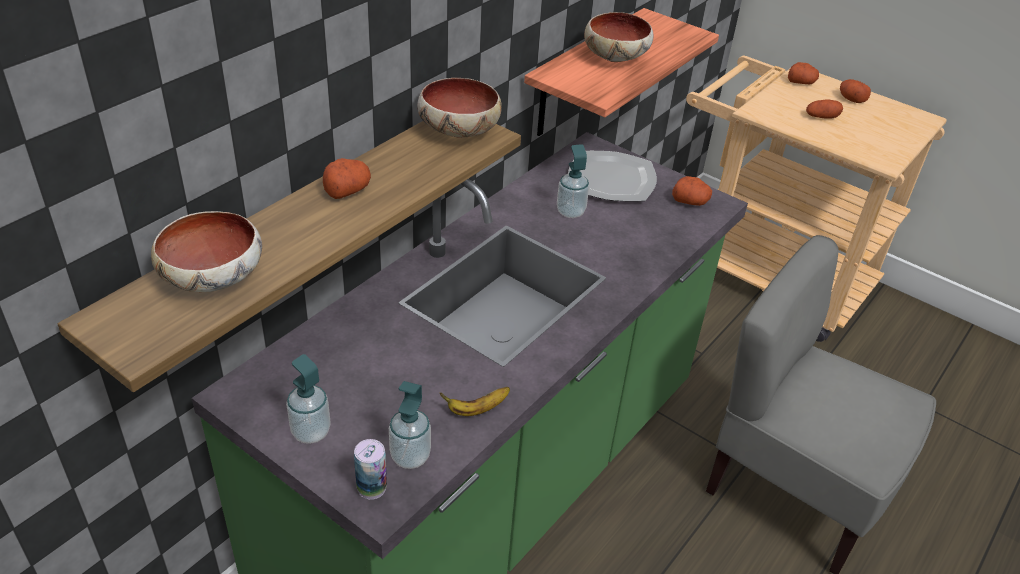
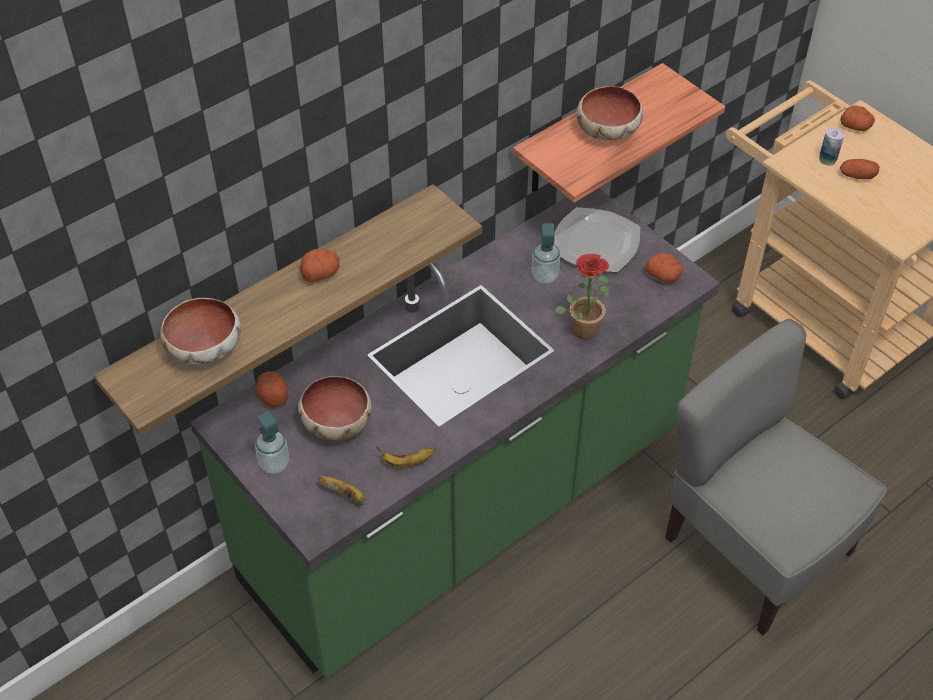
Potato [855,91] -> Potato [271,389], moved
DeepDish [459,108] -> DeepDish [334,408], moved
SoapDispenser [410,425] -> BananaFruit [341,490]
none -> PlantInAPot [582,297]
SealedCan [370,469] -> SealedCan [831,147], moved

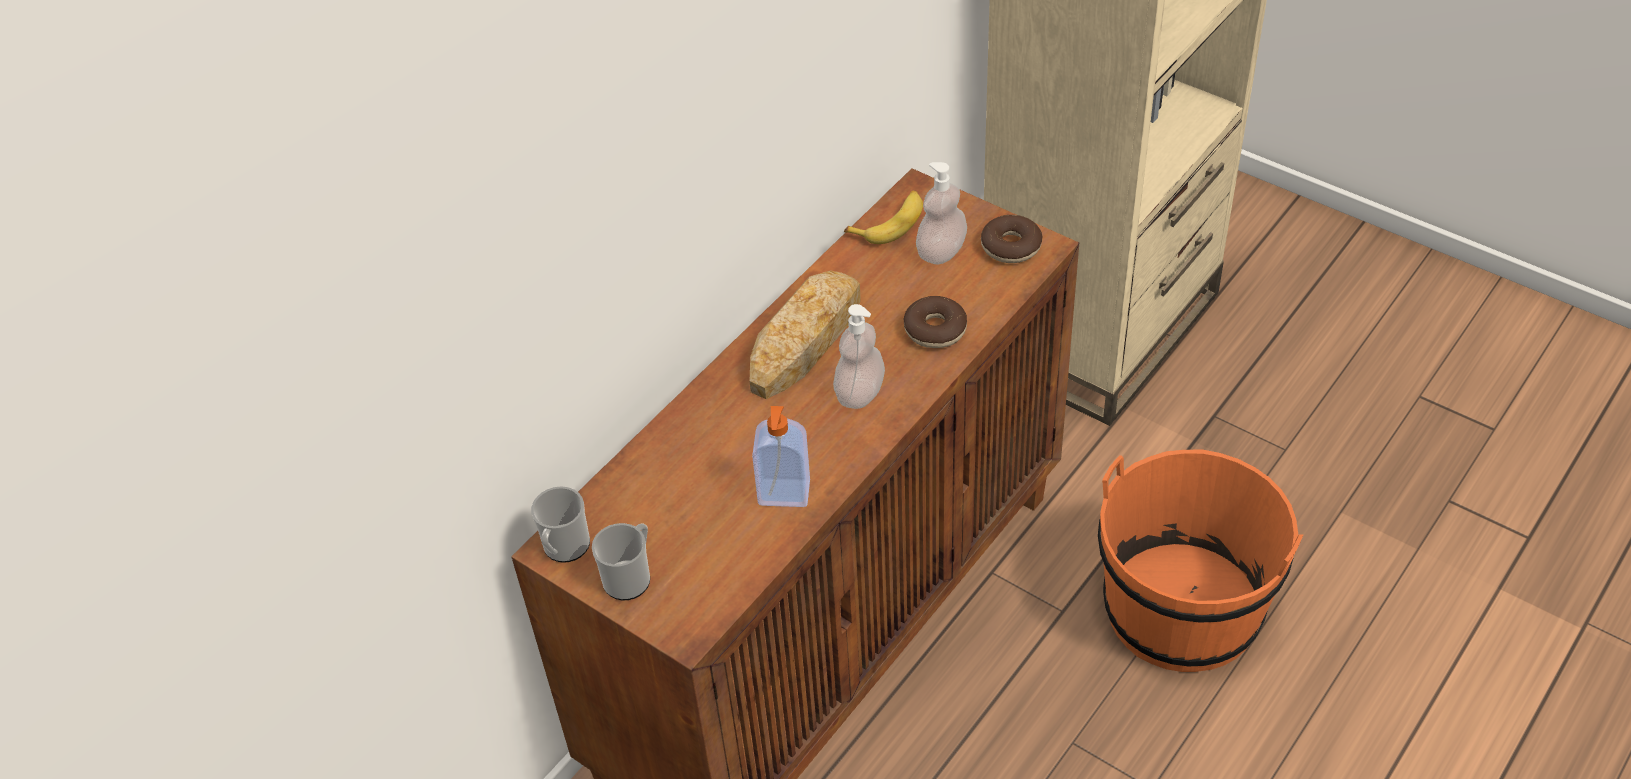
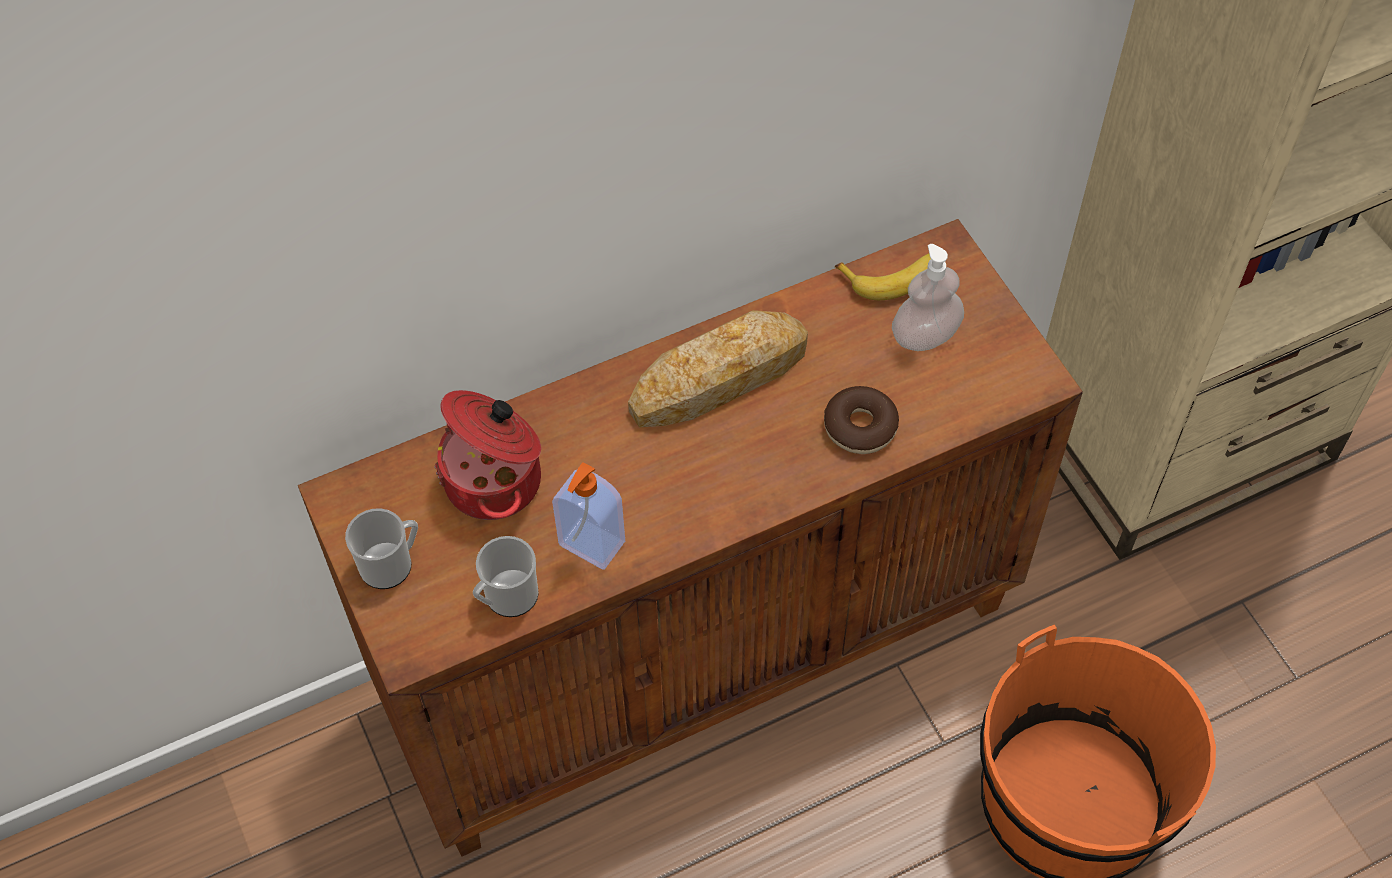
none -> Stockpot [487,455]
TeaMug [560,524] -> TeaMug [506,576], moved
SoapDispenser [859,356] -> none
Doughnut [1011,239] -> none

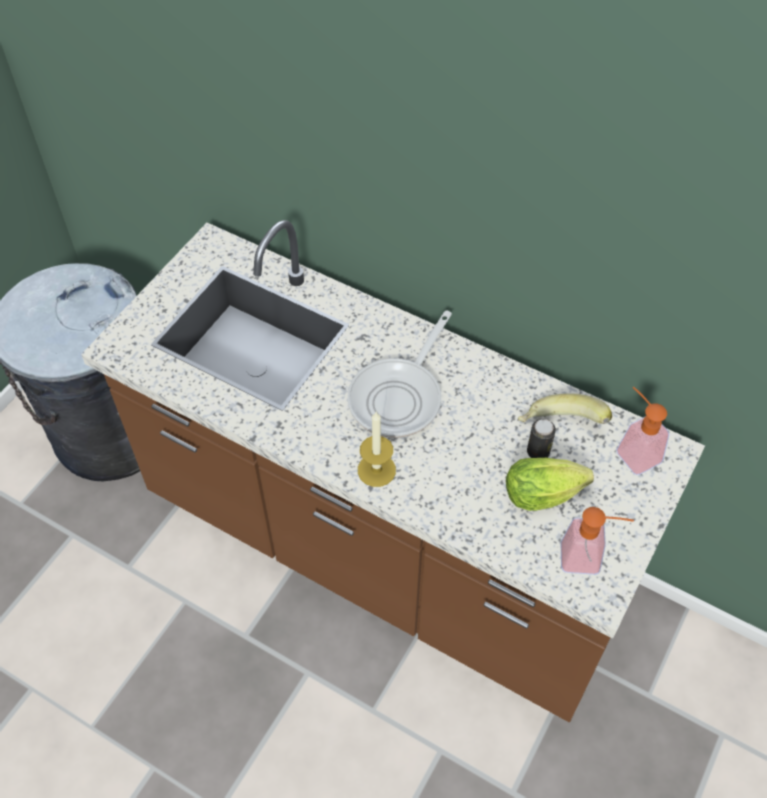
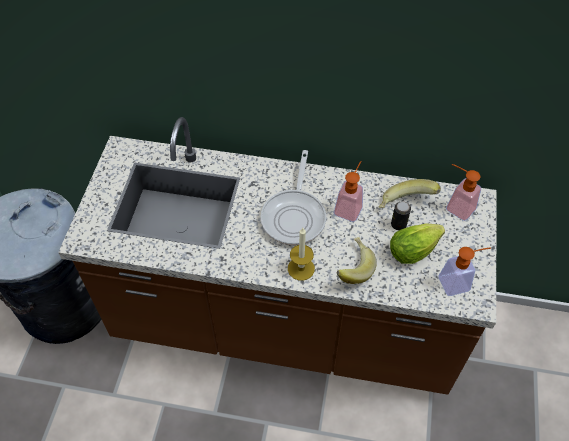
none -> SoapDispenser [348,191]
none -> BananaFruit [356,260]

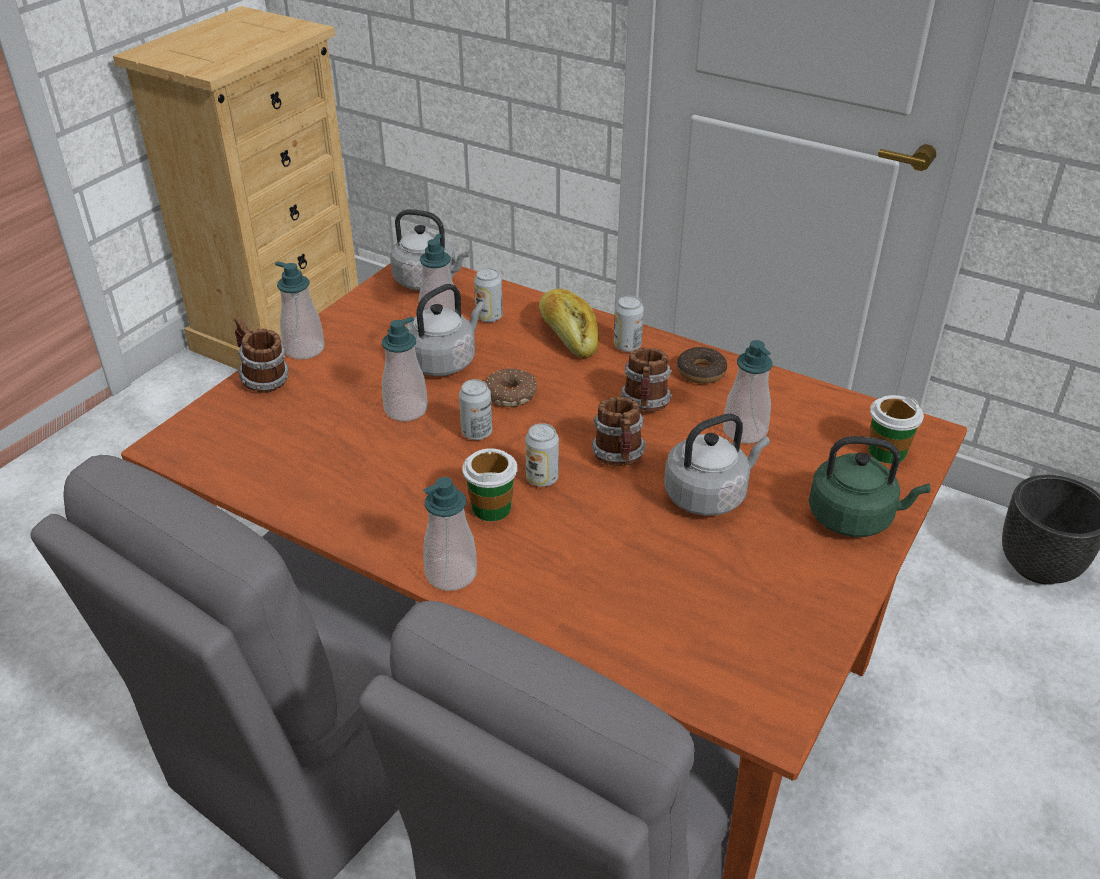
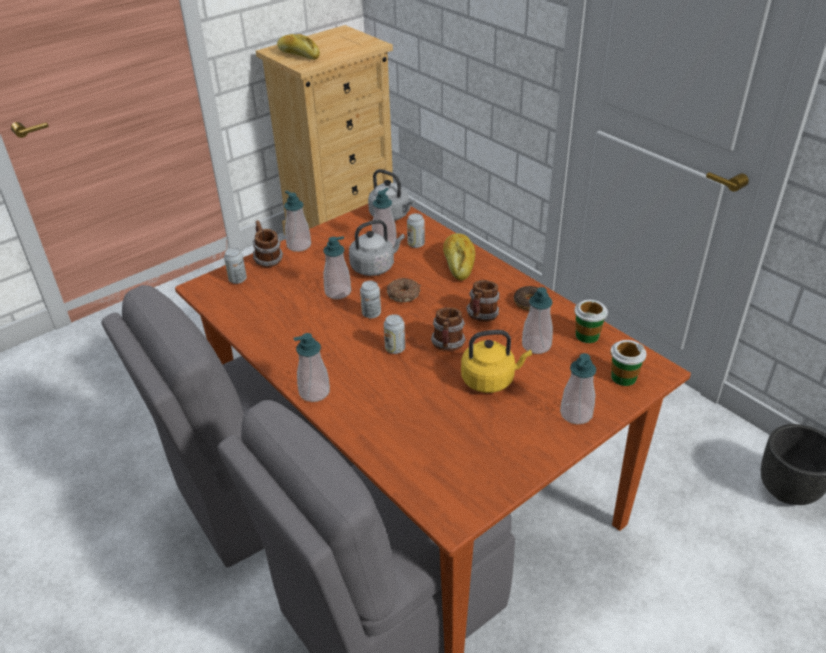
SealedCan [629,324] -> SealedCan [235,266], moved
none -> BakeryBread [298,47]
GreyTeaKettle [717,465] -> YellowTeaKettle [496,361]
GreenTeaKettle [870,486] -> SoapDispenser [578,388]
Cup [489,484] -> Cup [591,321], moved

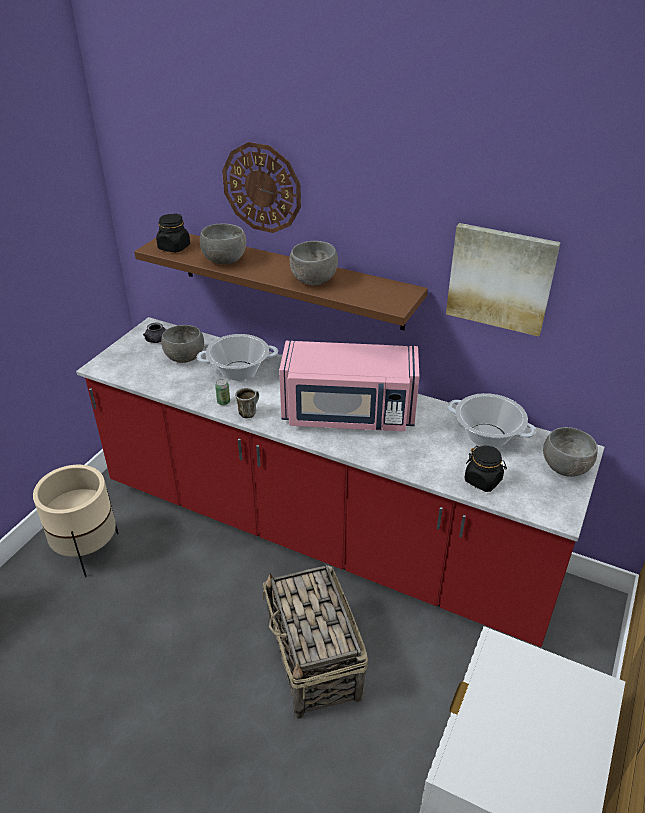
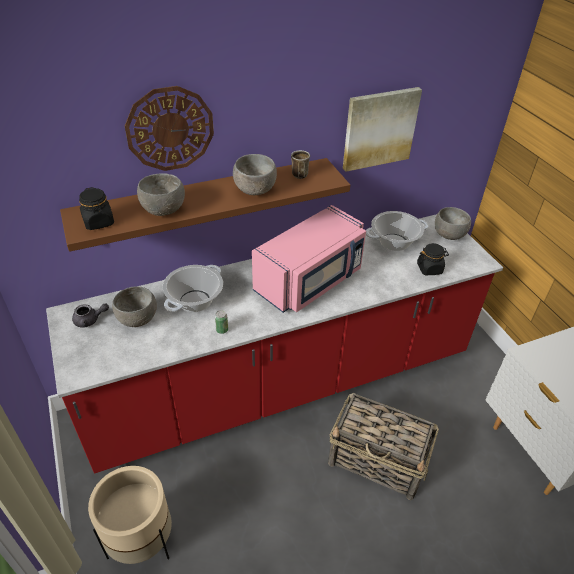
TeaMug [247,403] -> TeaMug [300,164], moved

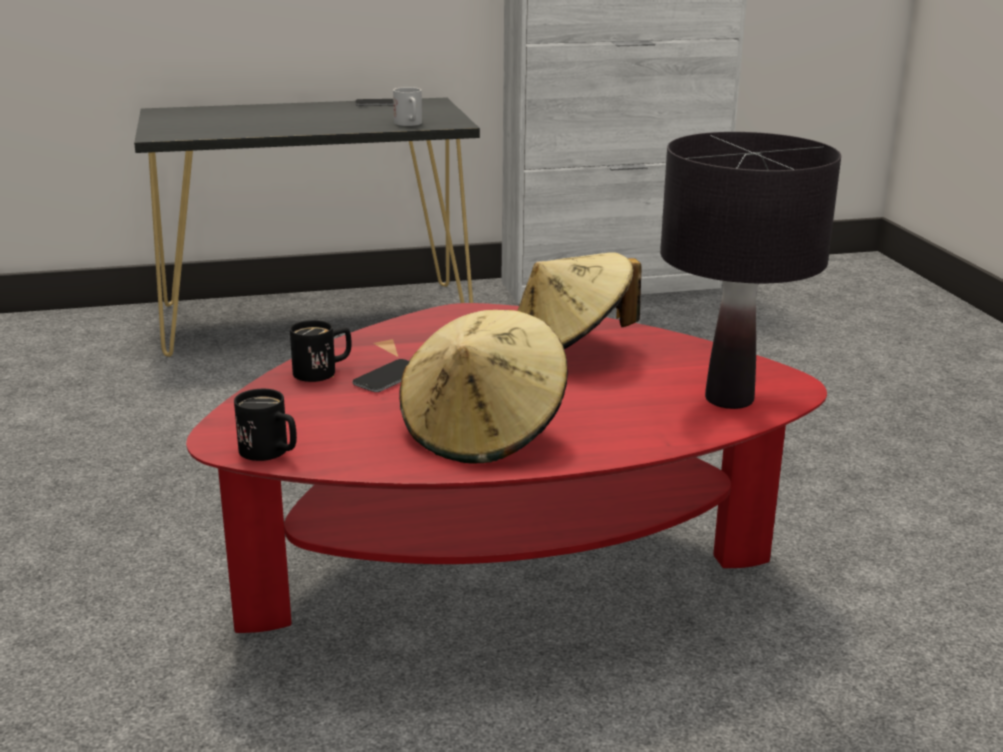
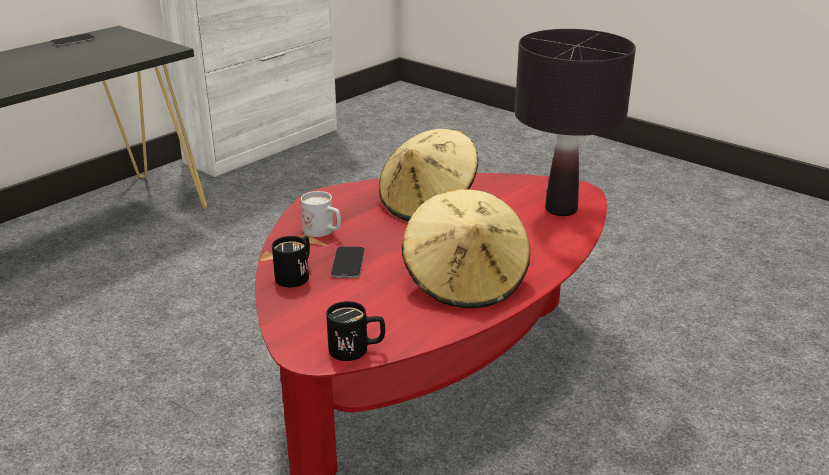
WhitishTeaMug [407,106] -> WhitishTeaMug [321,214], moved

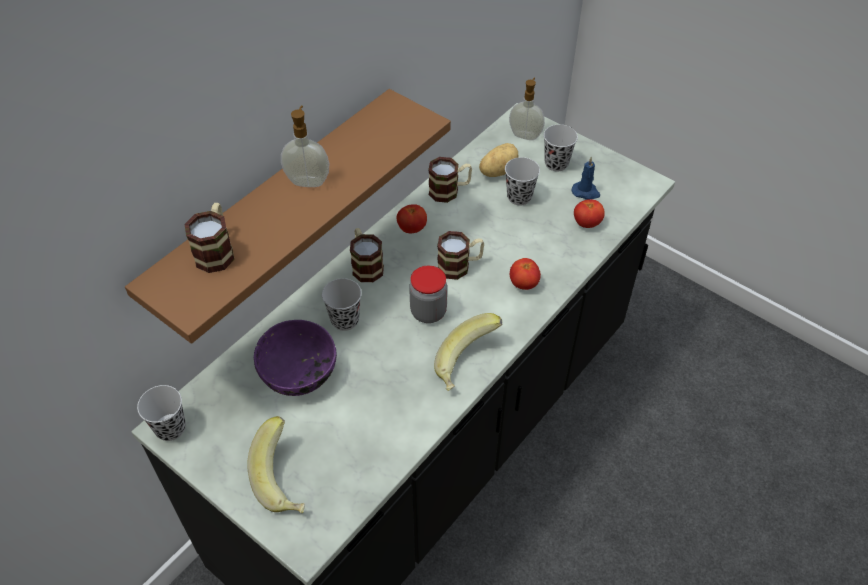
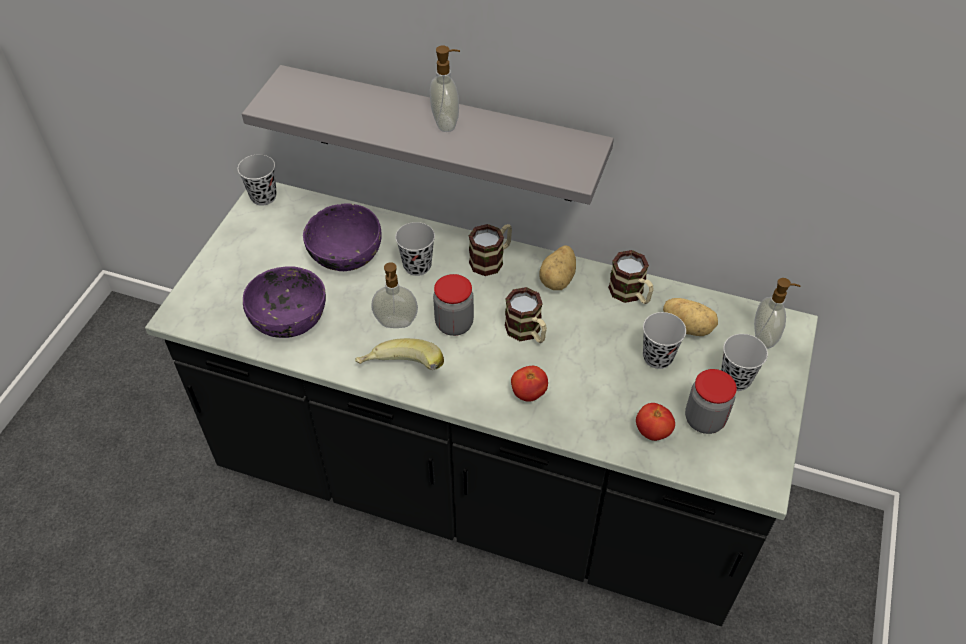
BrownColouredBracketShelf [288,216] -> GreyBracketShelf [428,135]
none -> PurpleColouredDeepDish [284,302]
none -> SoapDispenser [394,295]
Tomato [412,219] -> Potato [557,267]
BluishCandle [586,178] -> Jar [711,401]
TeaMug [210,238] -> none
BananaFruit [276,464] -> none

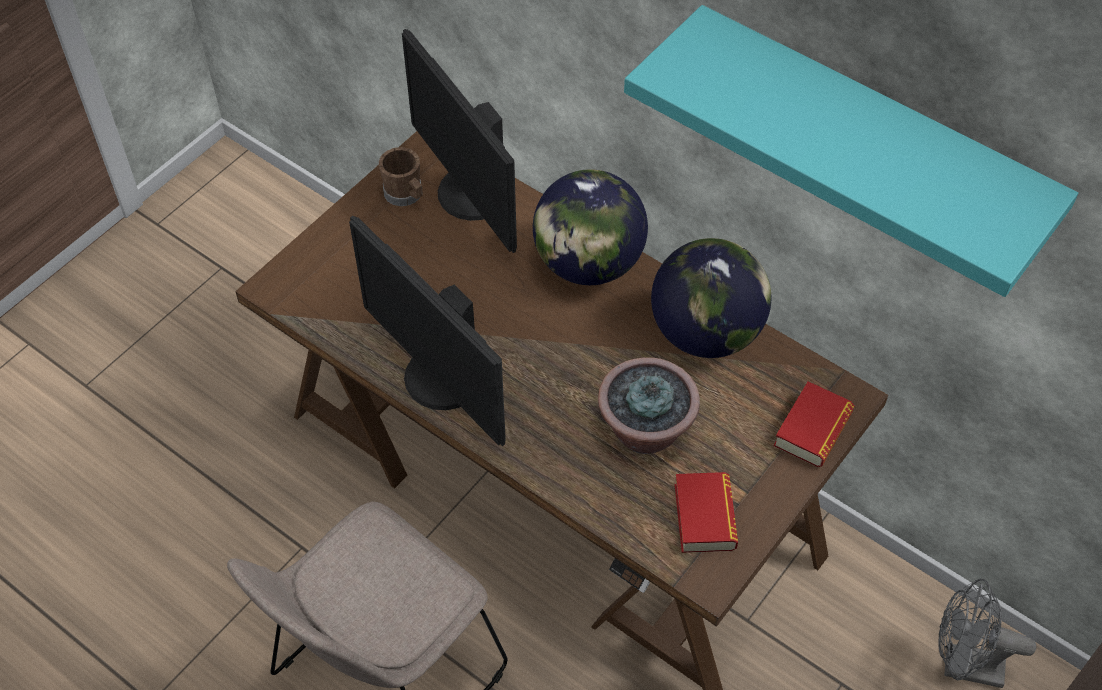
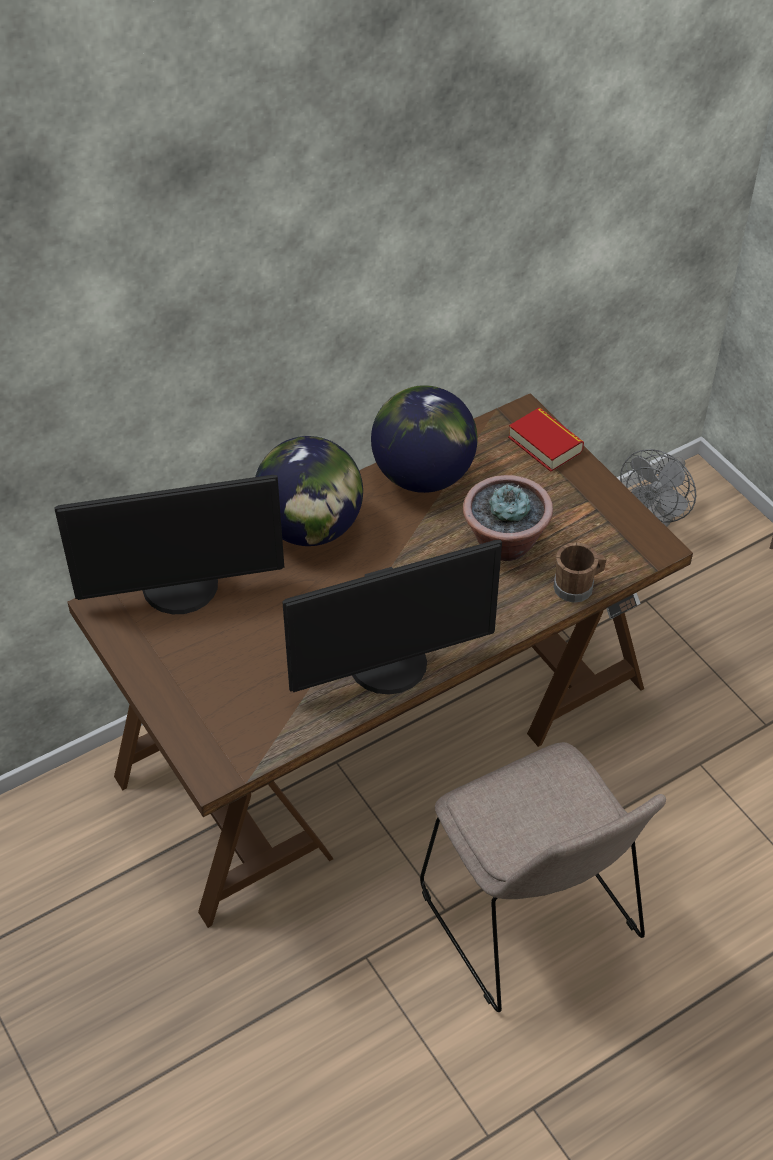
BrownColouredTeaMug [401,176] -> BrownColouredTeaMug [579,572], moved
TurquoiseBracketShelf [851,151] -> none
BoundBook [706,512] -> none

